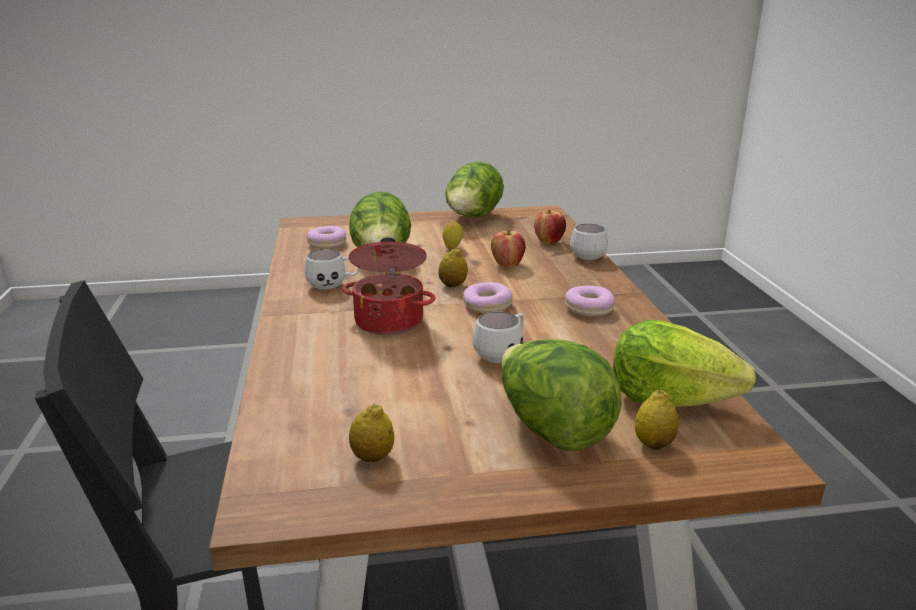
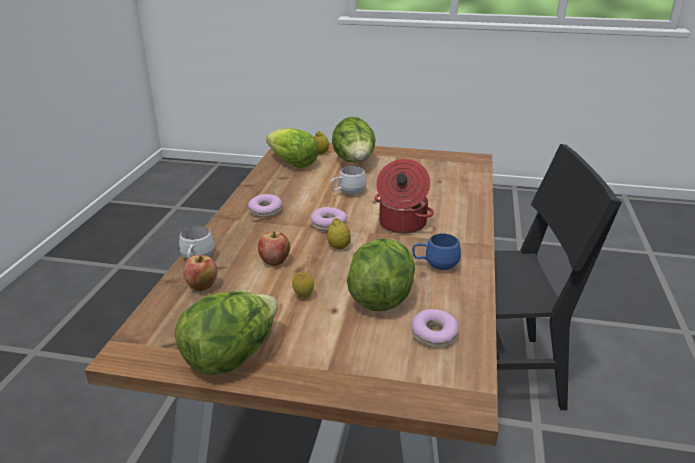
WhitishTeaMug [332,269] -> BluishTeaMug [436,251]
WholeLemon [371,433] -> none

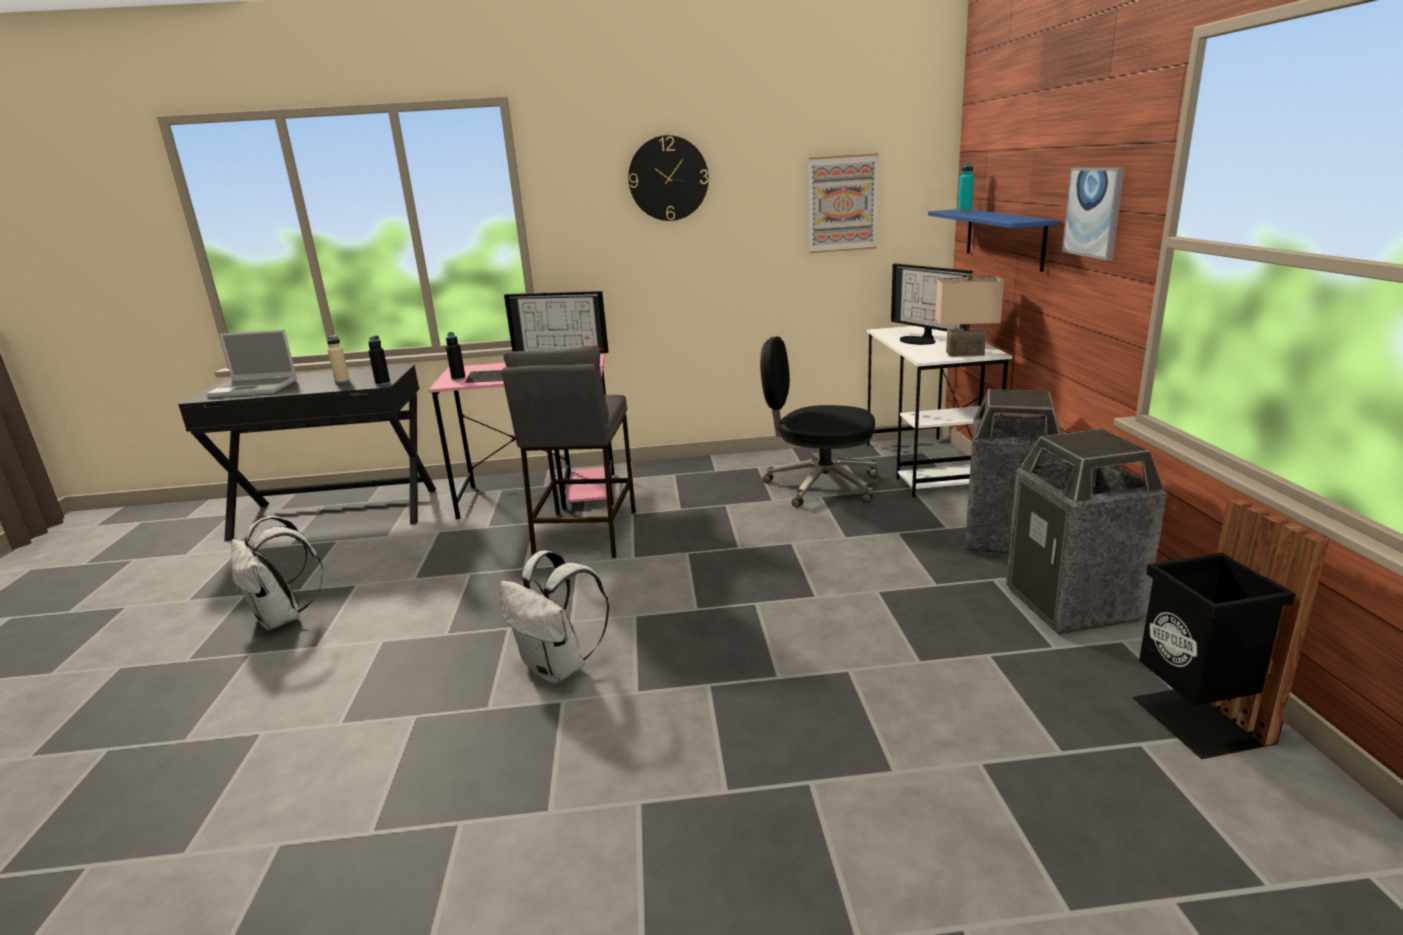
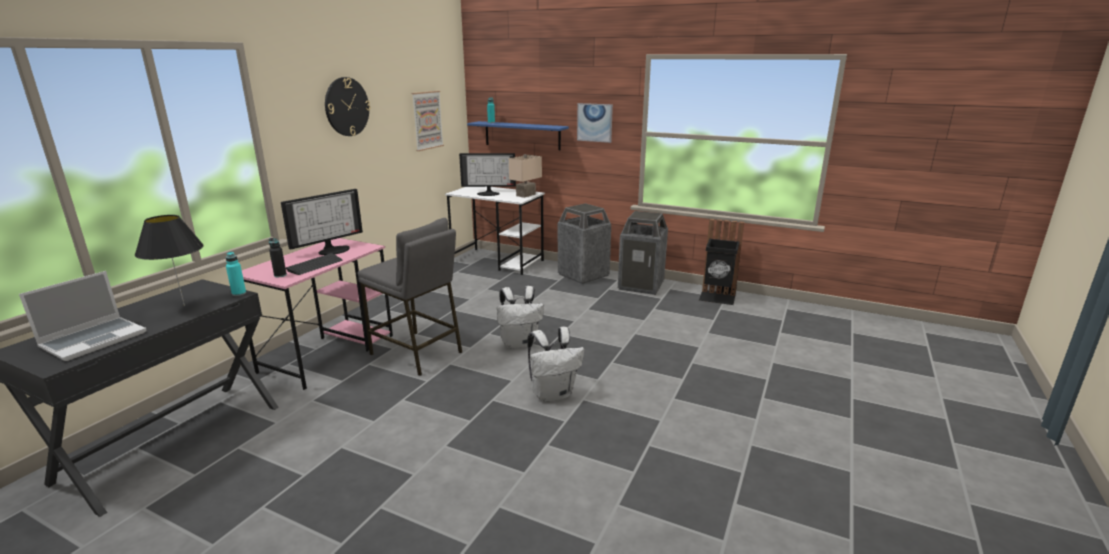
BeigeDrinkBottle [338,359] -> BlackTabletopLamp [169,260]
BlackDrinkBottle [379,360] -> TurquoiseDrinkBottle [236,274]
WhitishRucksack [277,573] -> WhitishRucksack [520,317], moved
BlackComputerChair [819,422] -> none

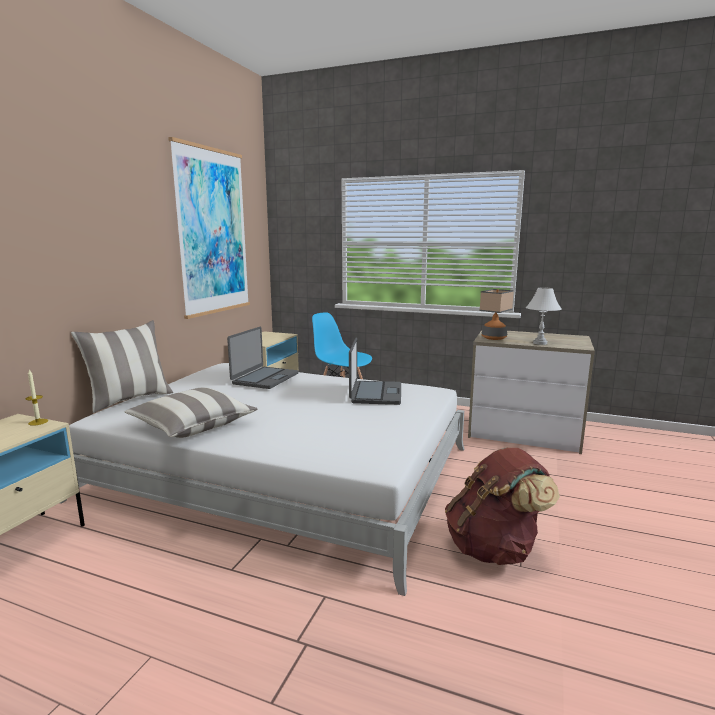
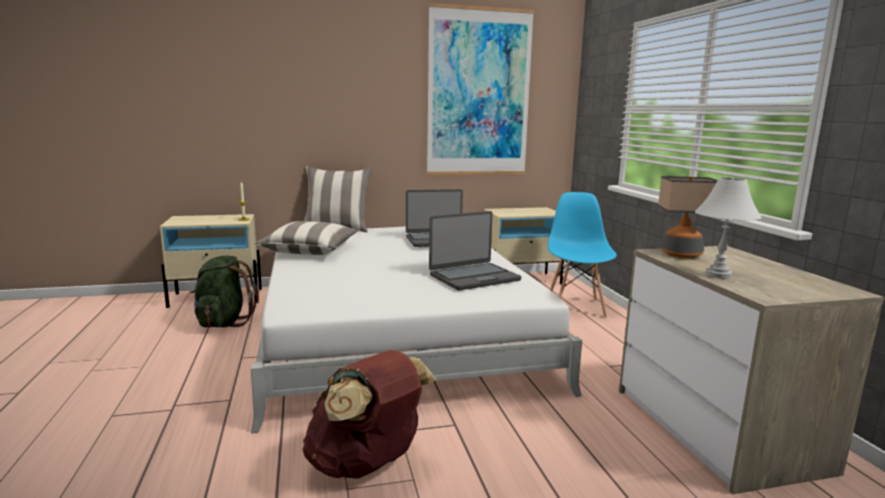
none -> GreenRucksack [224,291]

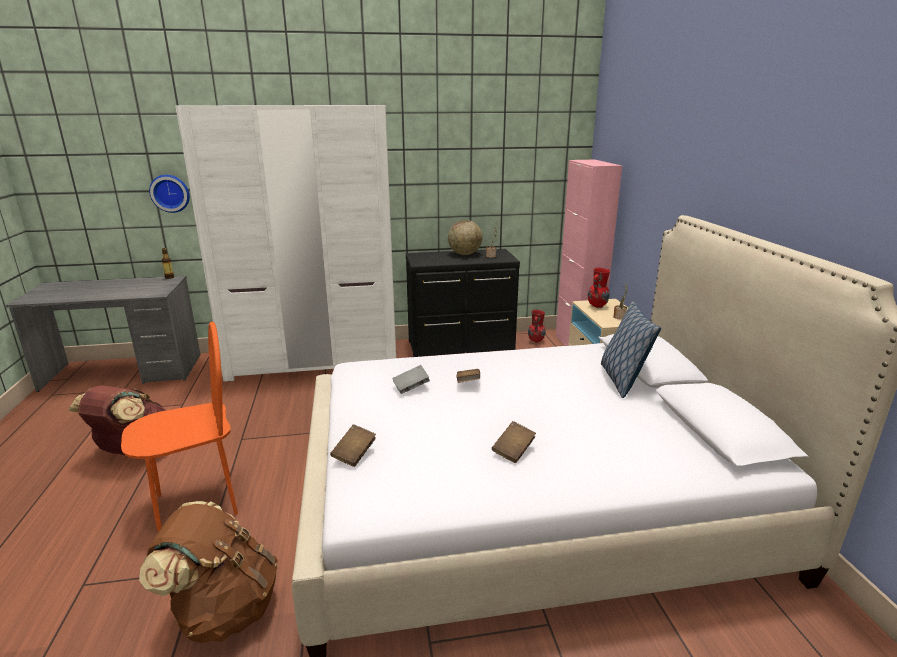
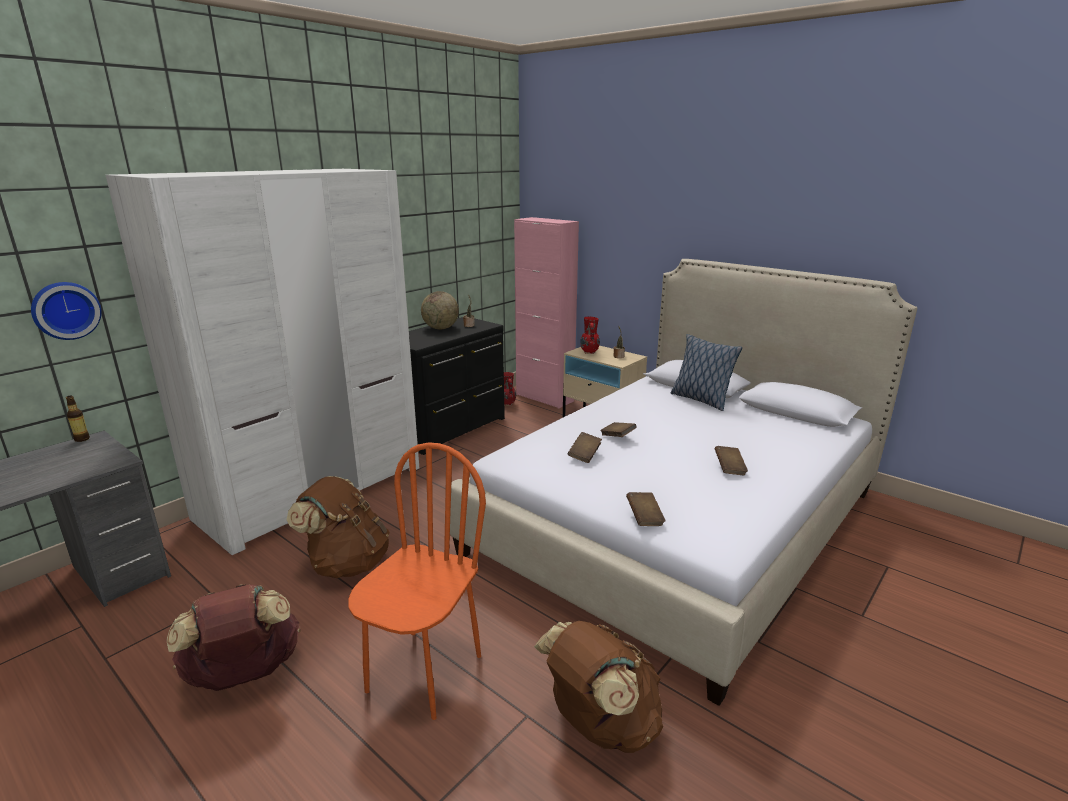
none -> BrownColouredRucksack [338,527]
GreyBoundBook [411,379] -> BrownColouredBoundBook [585,447]

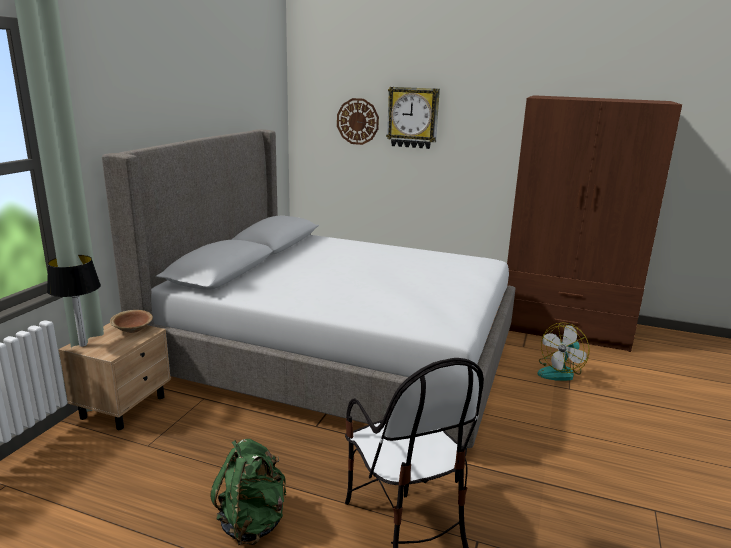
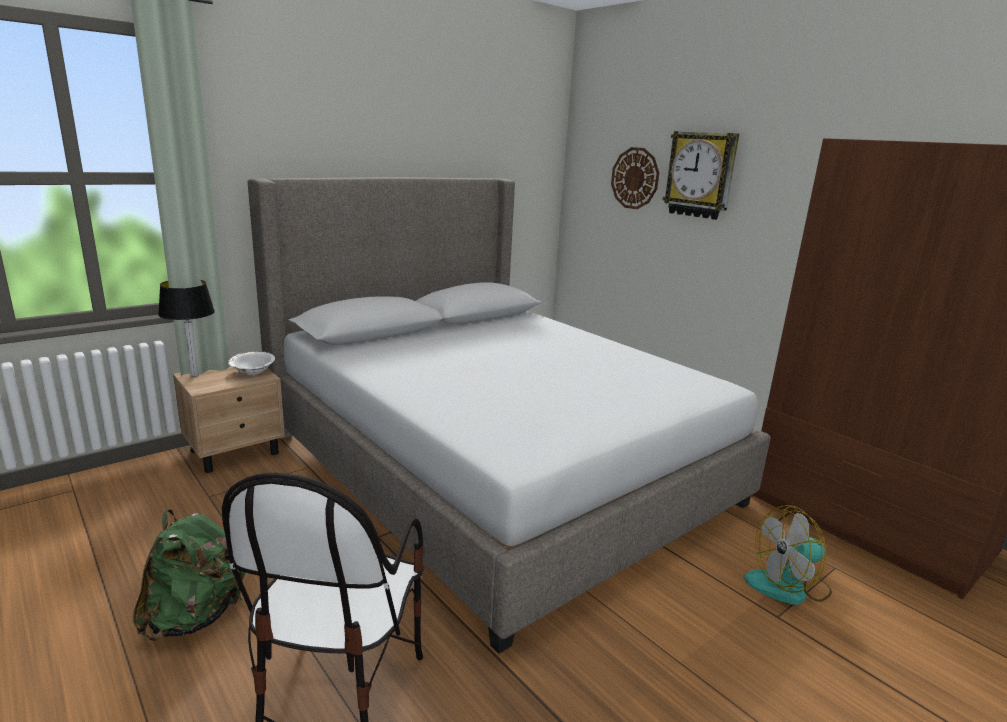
BrownColouredDeepDish [131,321] -> WhitishDeepDish [251,363]

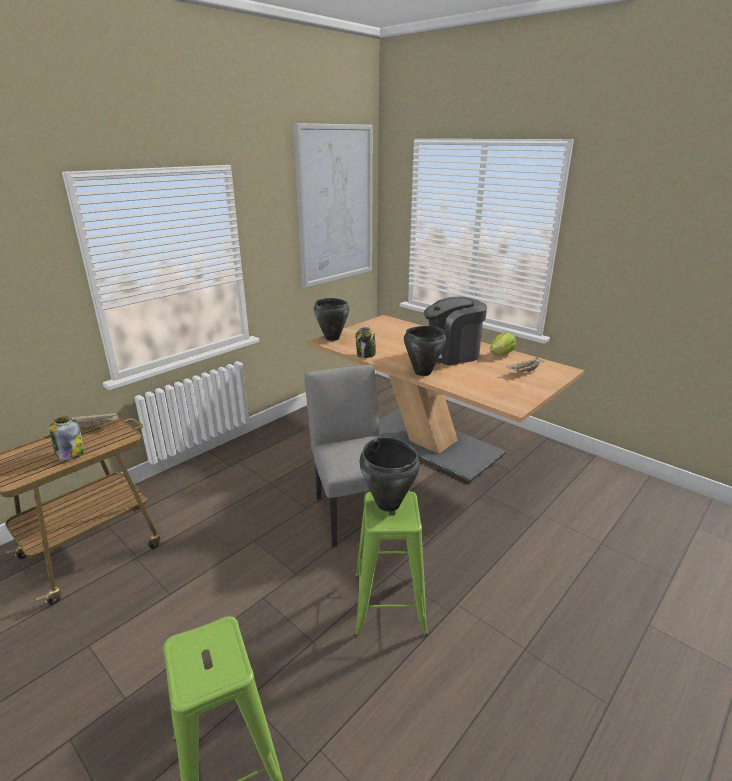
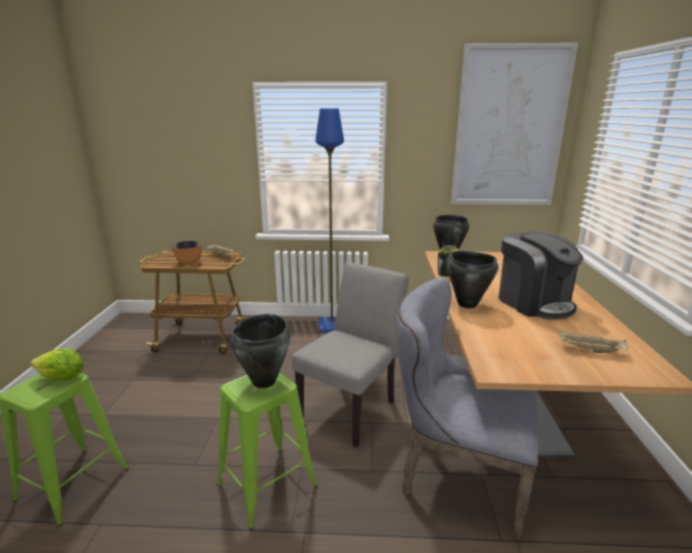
Lettuce [503,343] -> Lettuce [57,364], moved
Jar [66,439] -> DeepDish [187,253]
none -> BluishFloorLamp [329,220]
none -> GreyUprightChair [467,409]
CoffeeBrewer [455,331] -> CoffeeBrewer [541,275], 150 degrees counterclockwise

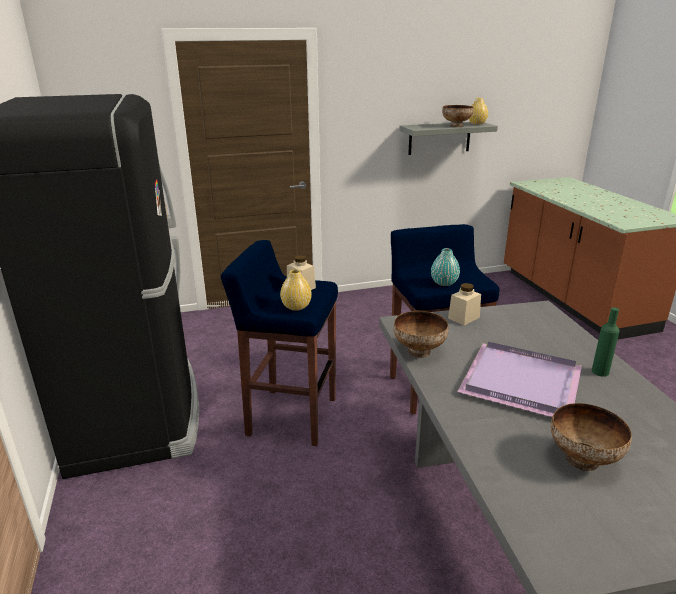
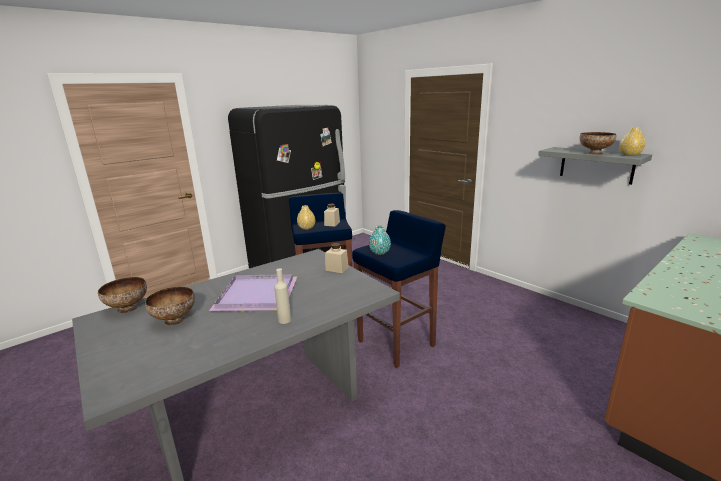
DeepDish [421,334] -> DeepDish [122,295], moved
GreenDrinkBottle [606,342] -> BeigeDrinkBottle [282,296]

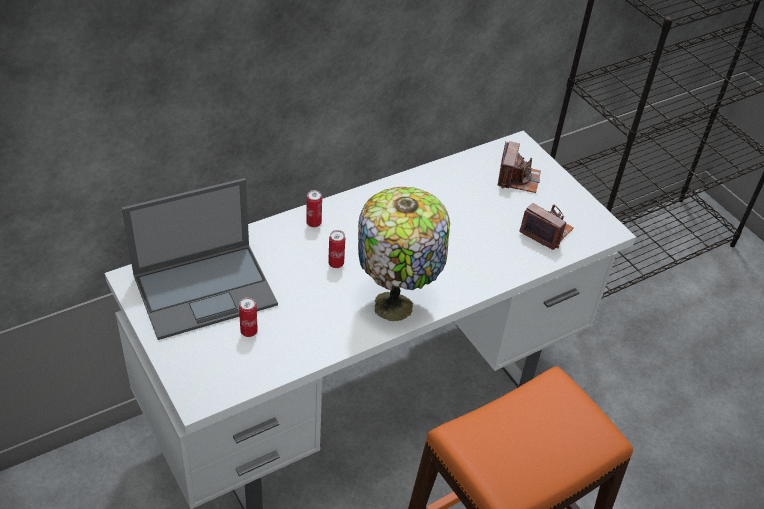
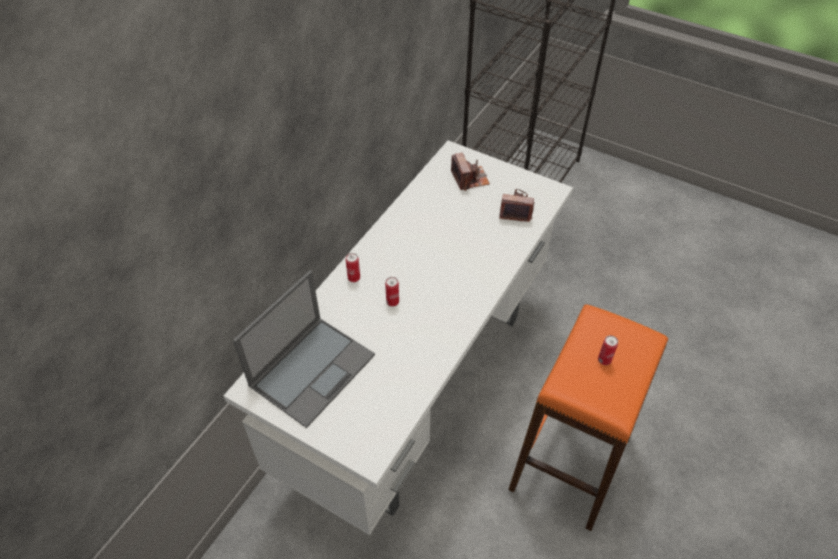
SealedCan [248,317] -> SealedCan [608,350], moved
TabletopLamp [404,254] -> none

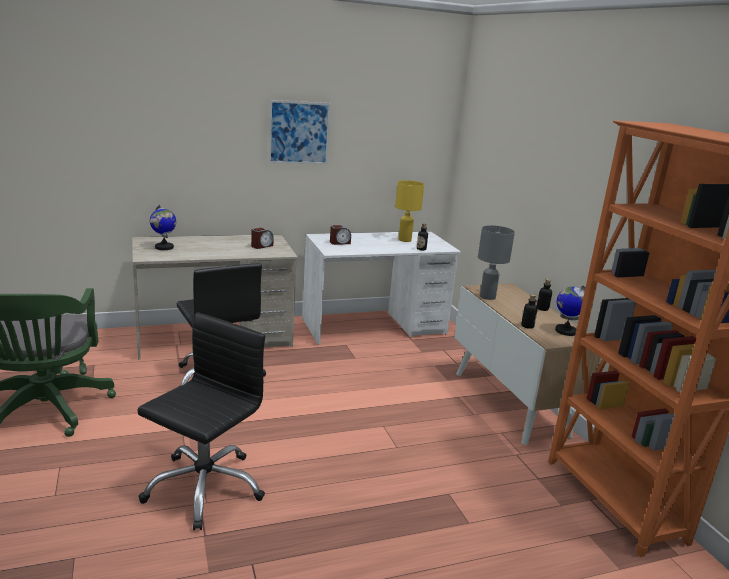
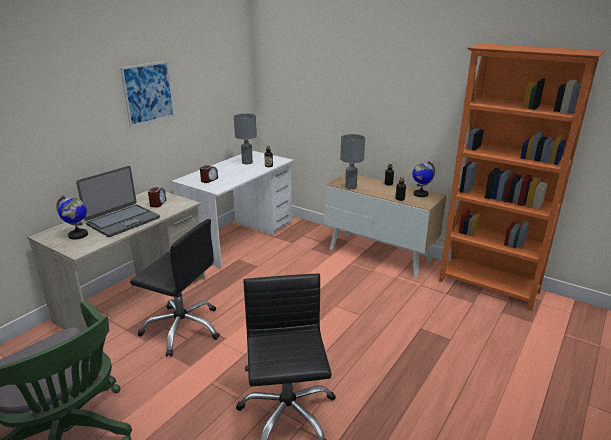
none -> PortableComputer [118,201]
YellowTabletopLamp [409,211] -> GreyTabletopLamp [245,138]

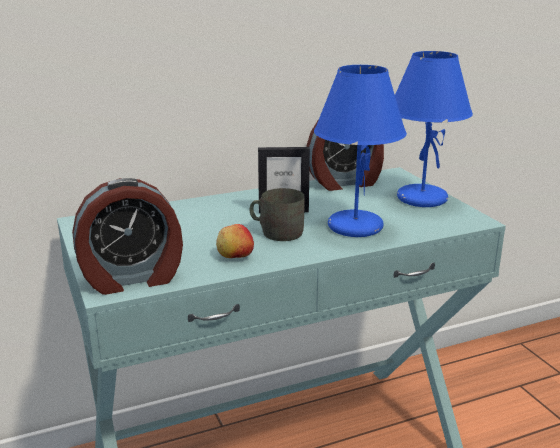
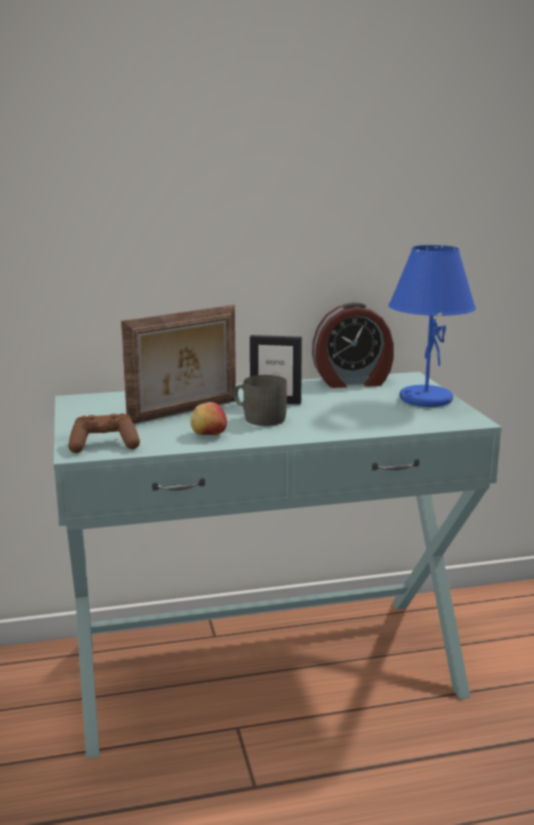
TableClock [127,236] -> BrownColouredGamepad [104,433]
none -> PhotoFrame [178,364]
BluishTabletopLamp [360,151] -> none

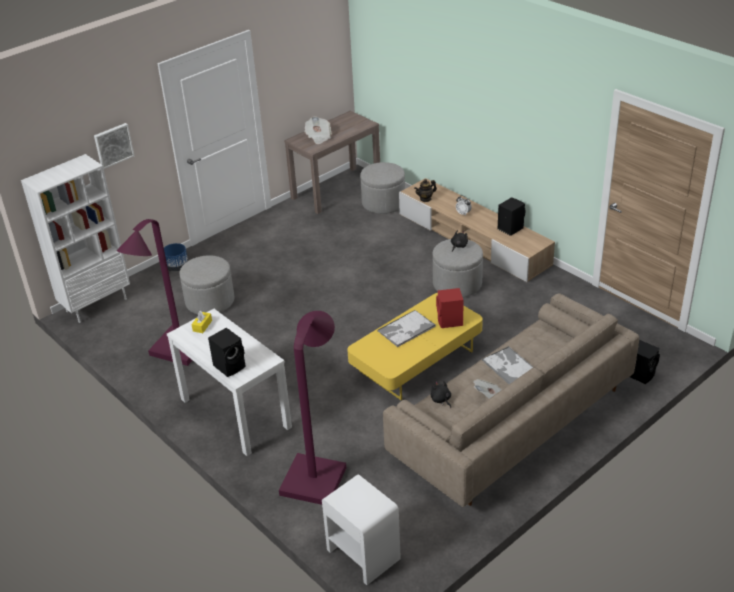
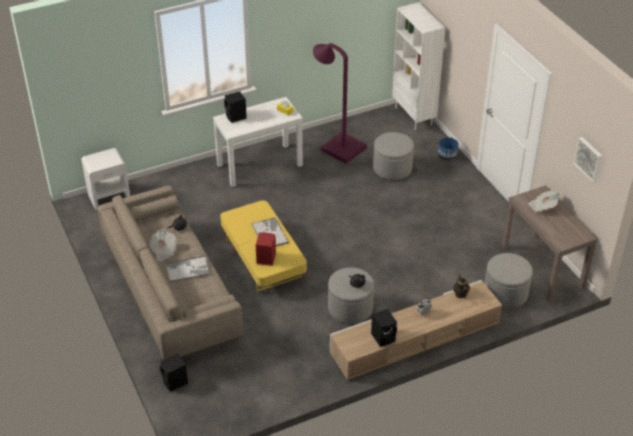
WallPicture [114,146] -> WallPicture [588,159], moved
PurpleColouredFloorLamp [312,408] -> none

